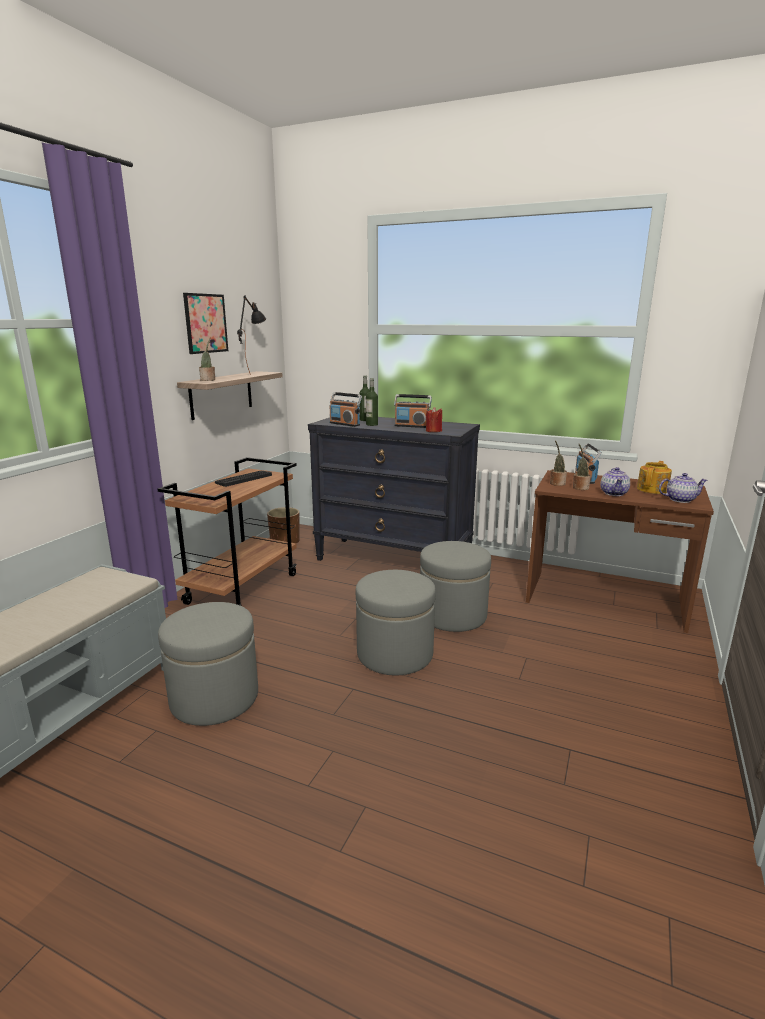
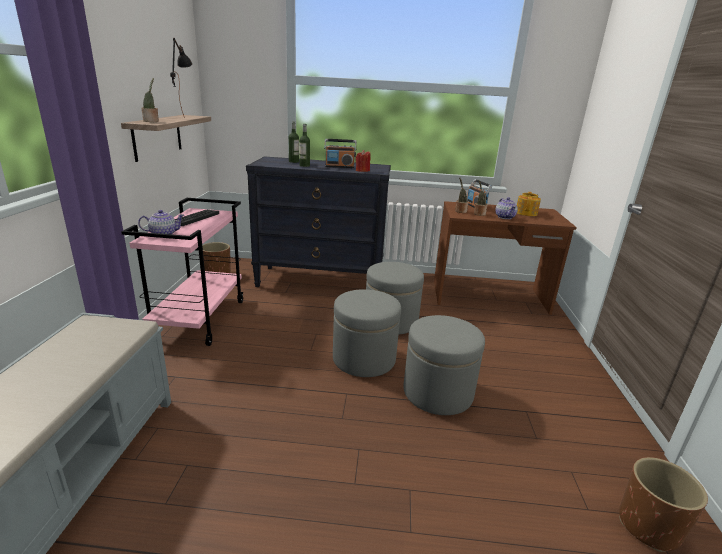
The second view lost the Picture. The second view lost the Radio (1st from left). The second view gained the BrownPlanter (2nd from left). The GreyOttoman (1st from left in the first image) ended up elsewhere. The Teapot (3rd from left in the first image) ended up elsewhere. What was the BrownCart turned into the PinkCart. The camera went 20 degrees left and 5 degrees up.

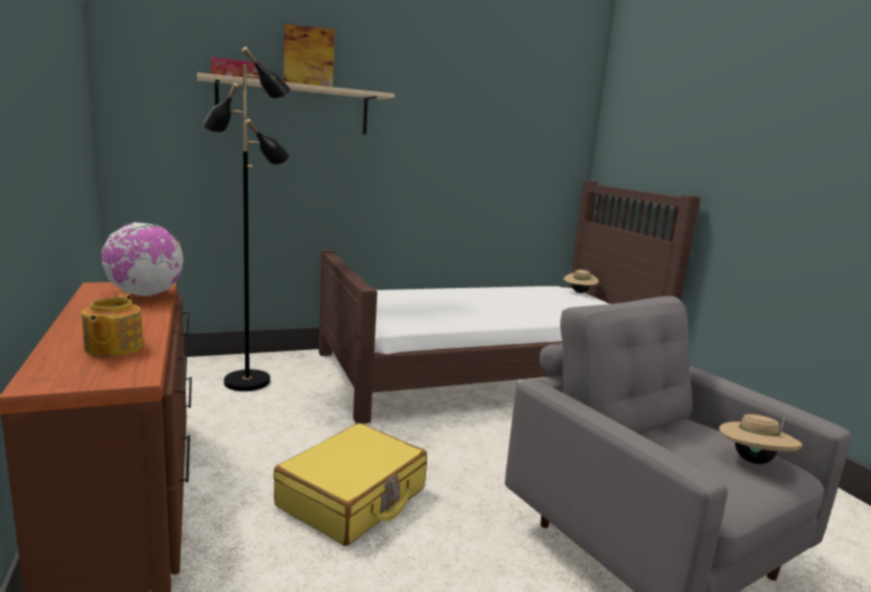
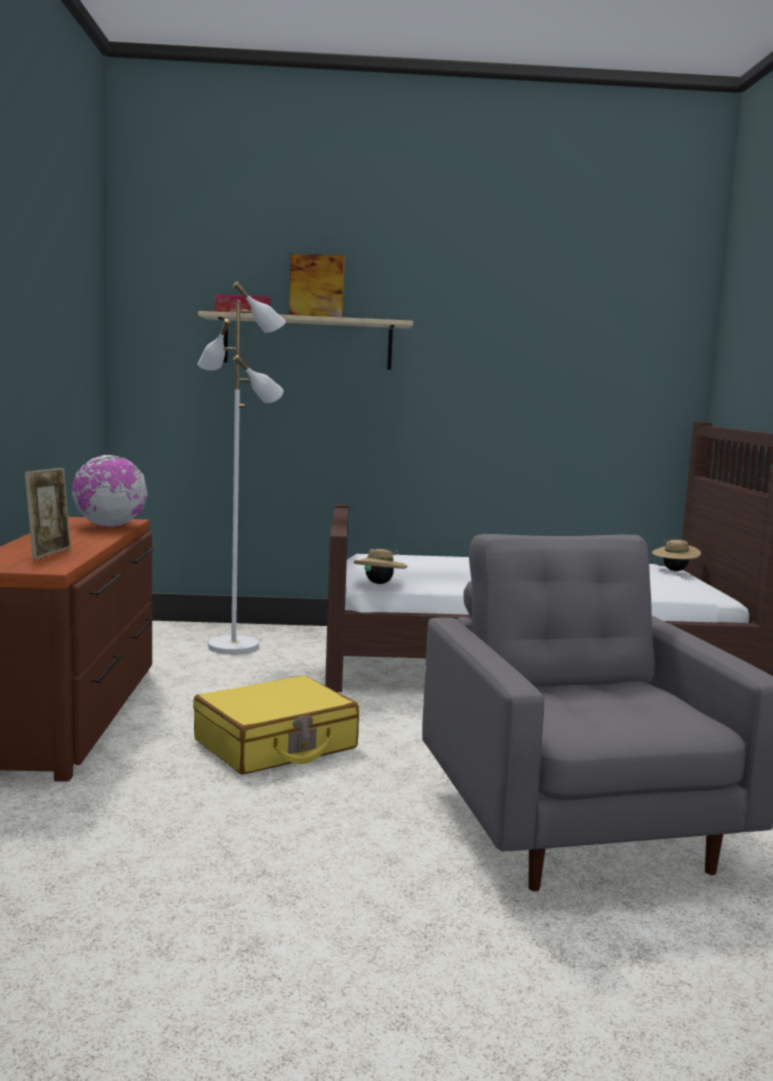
The BeigeHat (2nd from left in the first image) ended up elsewhere. Where the Teapot stood, the PictureFrame (1st from left) came to stand. What was the BlackFloorLamp turned into the WhiteFloorLamp. The camera went 20 degrees right and 5 degrees down.

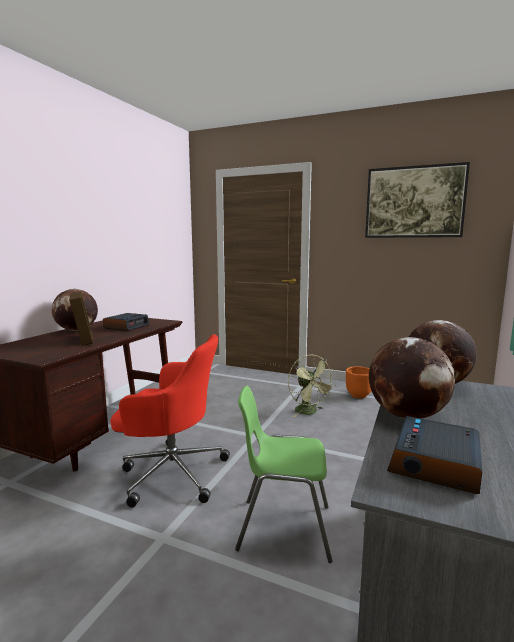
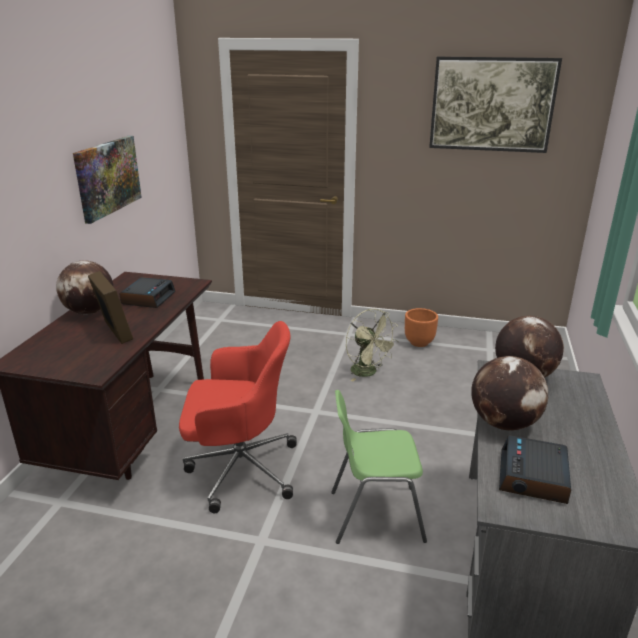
The second view gained the Picture (1st from left). The camera went 10 degrees left and 15 degrees up.

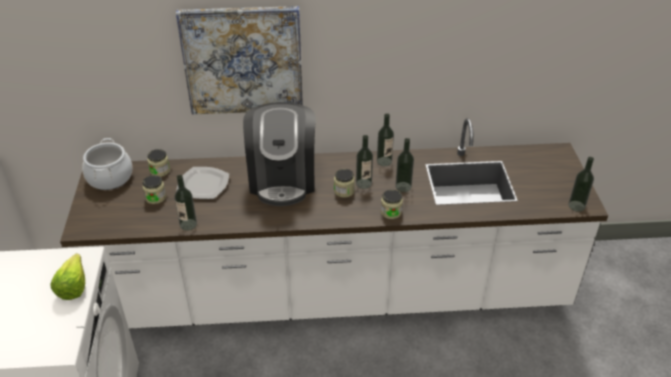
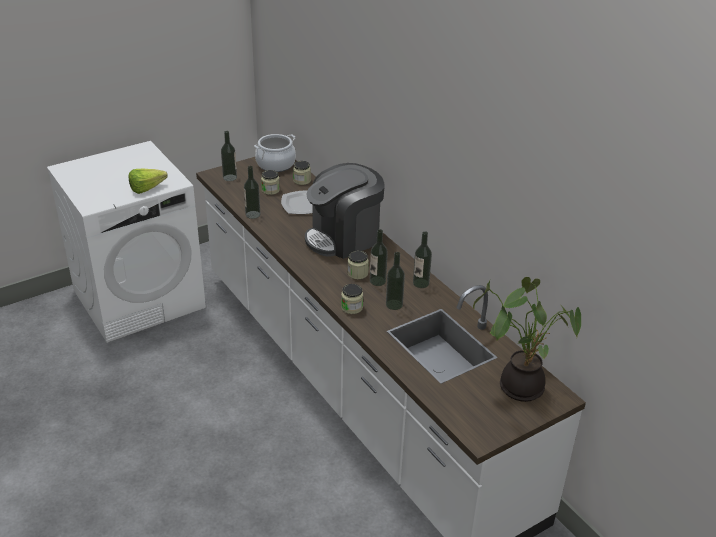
The second view lost the Picture. The second view gained the PottedPlant. The Bottle (5th from left in the first image) ended up elsewhere. The camera went 60 degrees right and 5 degrees down.

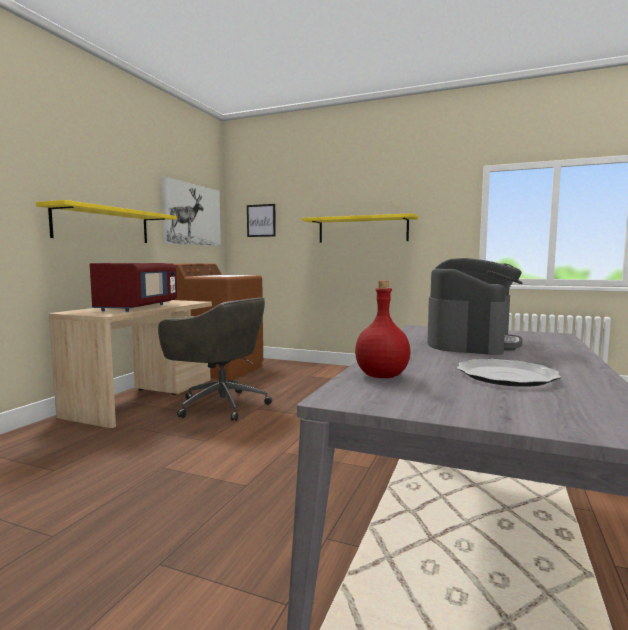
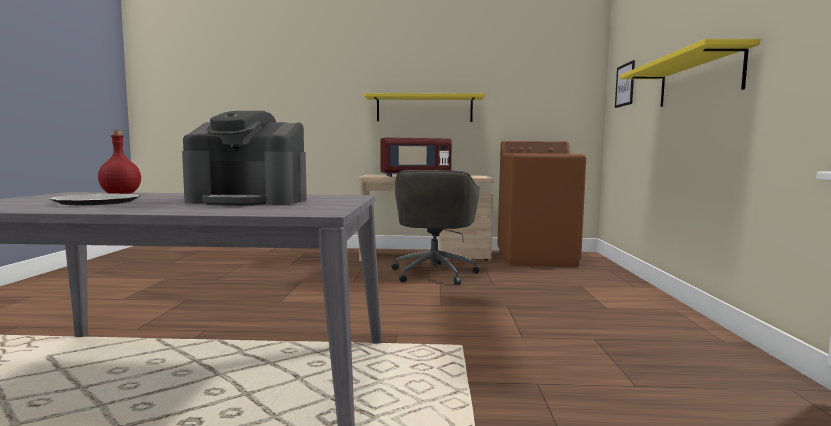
The second view lost the Picture (1st from left). The camera went 70 degrees right and 0 degrees up.

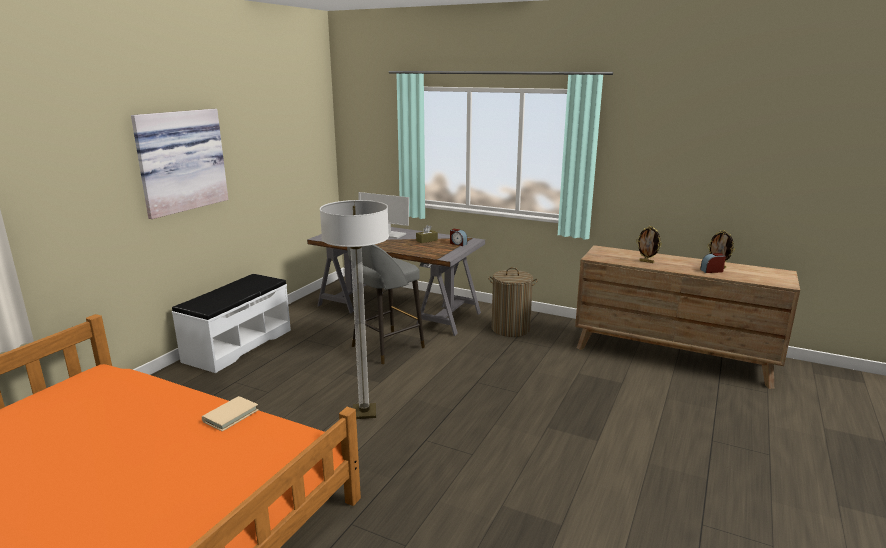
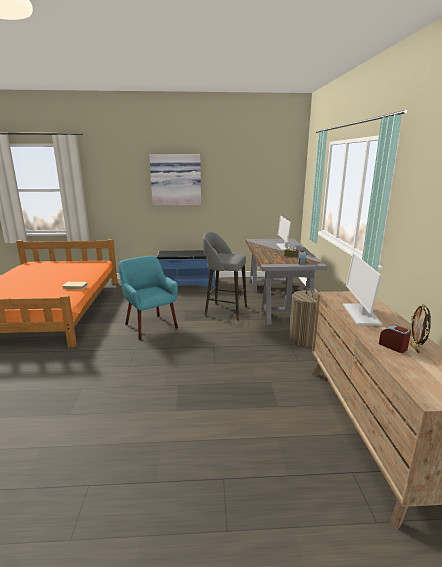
Where the FloorLamp stood, the TurquoiseArmchair came to stand. Where the PictureFrame (1st from left) stood, the Monitor (2nd from left) came to stand. What was the WhiteBench turned into the BlueBench. The camera went 60 degrees right and 0 degrees up.

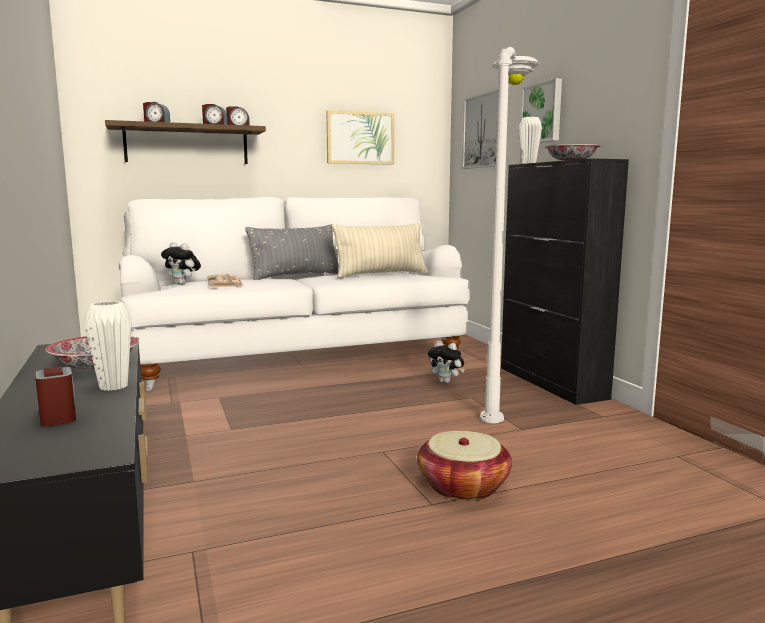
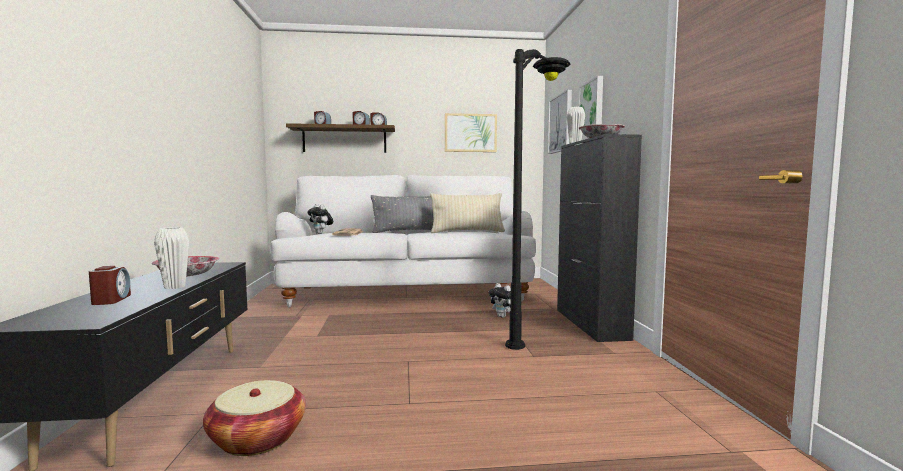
The Basket ended up elsewhere. What was the WhiteFloorLamp turned into the BlackFloorLamp. The camera went 15 degrees right and 5 degrees down.

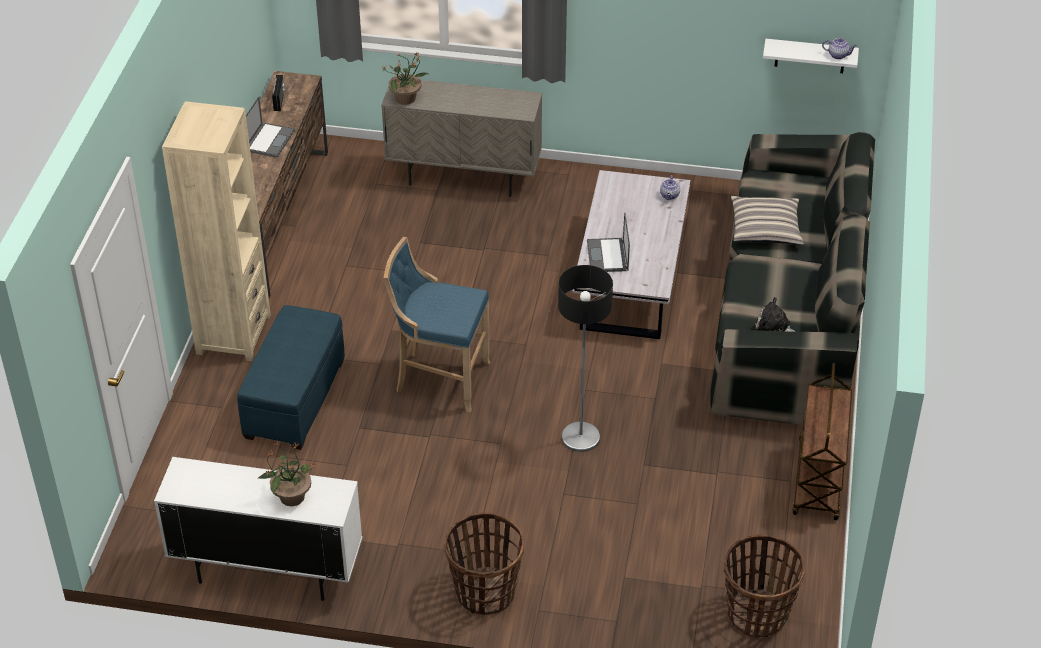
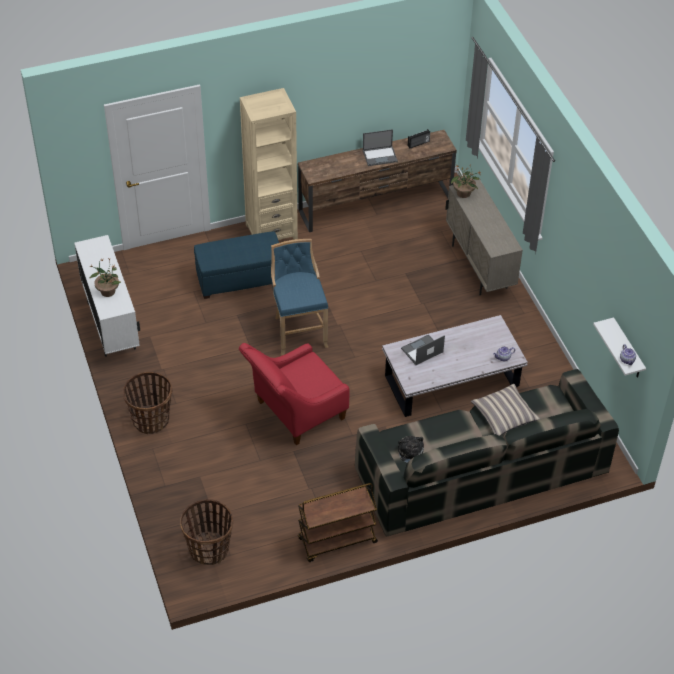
Where the FloorLamp stood, the RedArmchair came to stand. The camera went 60 degrees right and 5 degrees up.

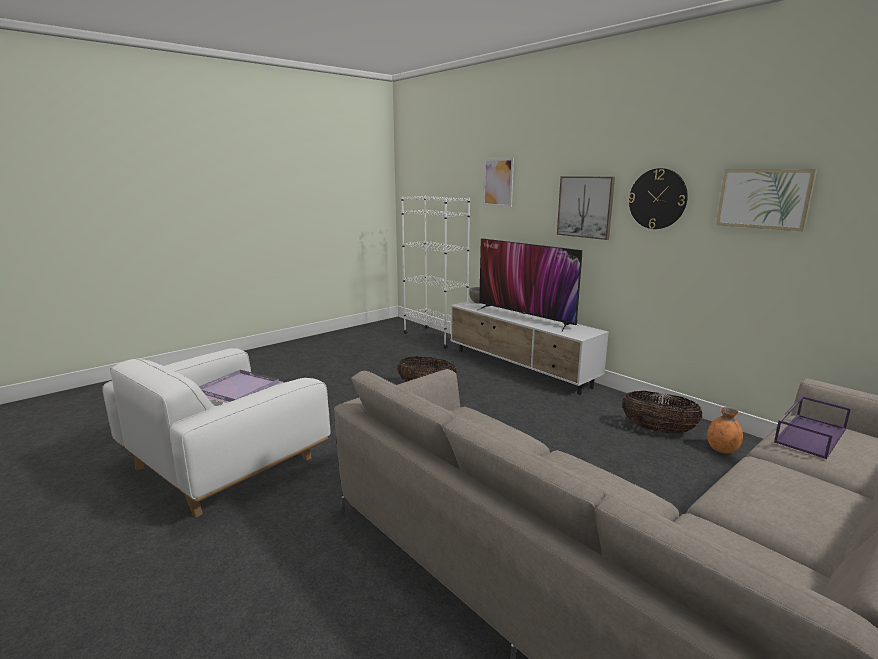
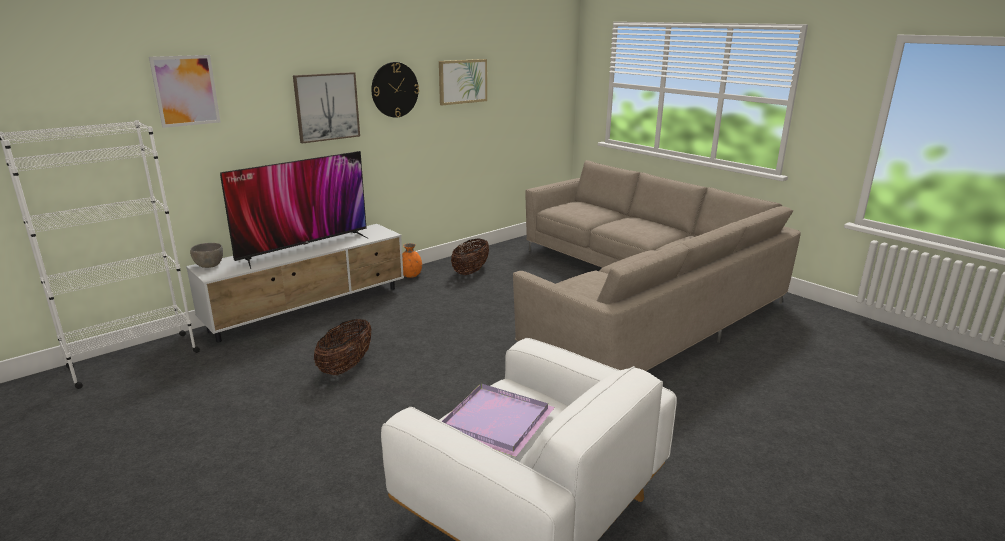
The second view lost the PurpleTray (2nd from left). The OrangeVase ended up elsewhere. The camera went 90 degrees left and 5 degrees up.

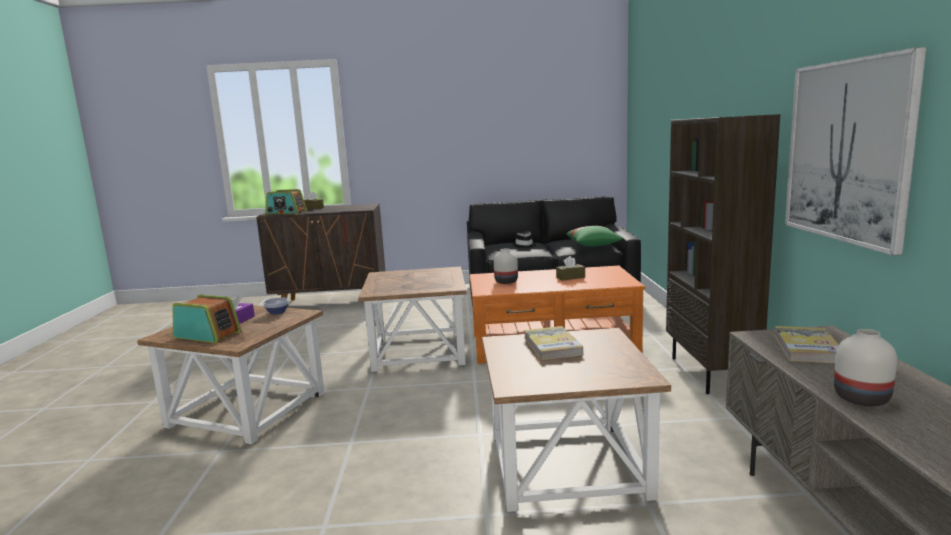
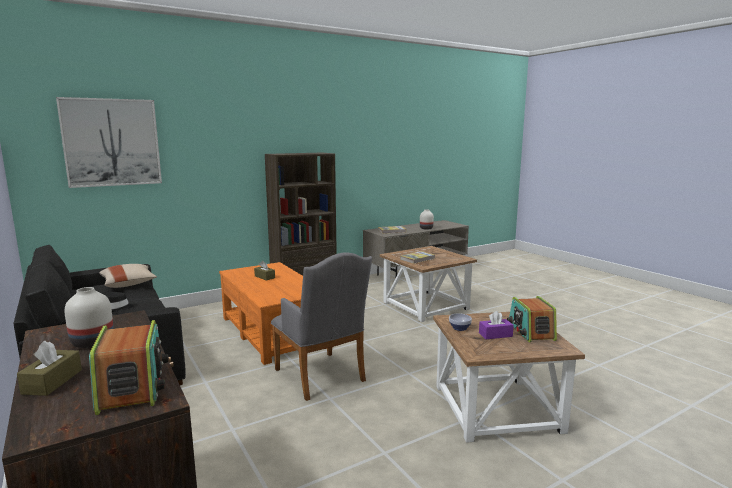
The WhiteVase (1st from left) ended up elsewhere. The Picture ended up elsewhere. Where the BrownSideTable (2nd from left) stood, the GreyArmchair came to stand. What was the GreenPillow turned into the BeigePillow. The camera went 120 degrees left and 0 degrees up.

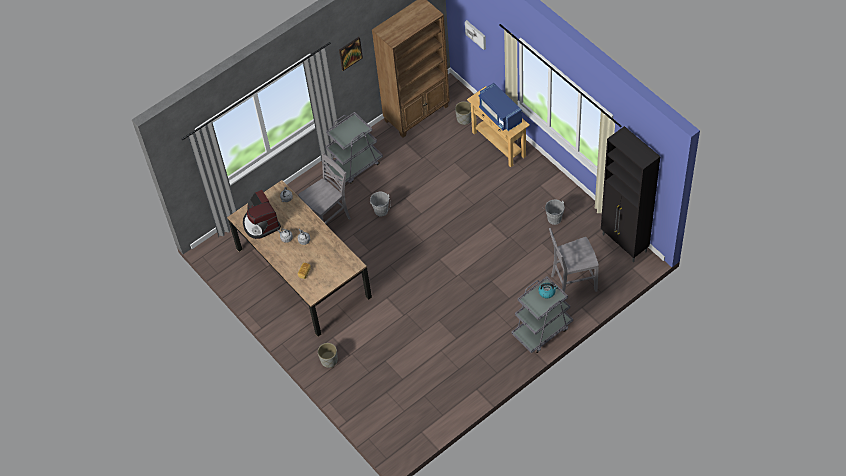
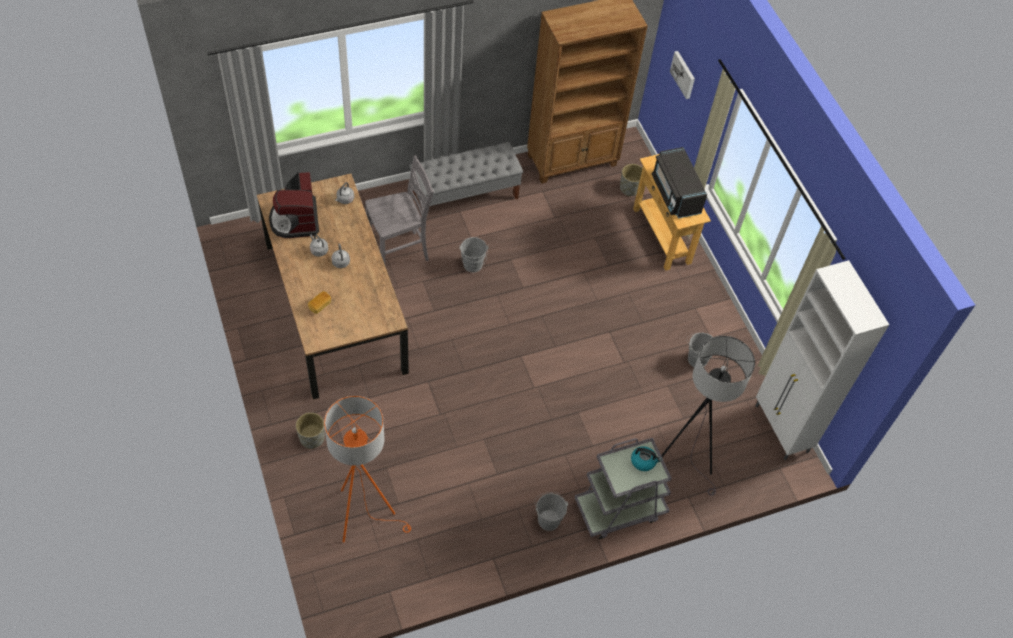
The second view lost the Picture (1st from left). The second view gained the OrangeFloorLamp. The second view gained the GreyBucket (2nd from left). Where the GreyCart (1st from left) stood, the GreyBench came to stand. Where the GreyChair (2nd from left) stood, the GreyFloorLamp came to stand. What was the BlueMicrowave turned into the BlackMicrowave. What was the BlackCabinet turned into the WhiteCabinet. The camera went 10 degrees right and 0 degrees up.

